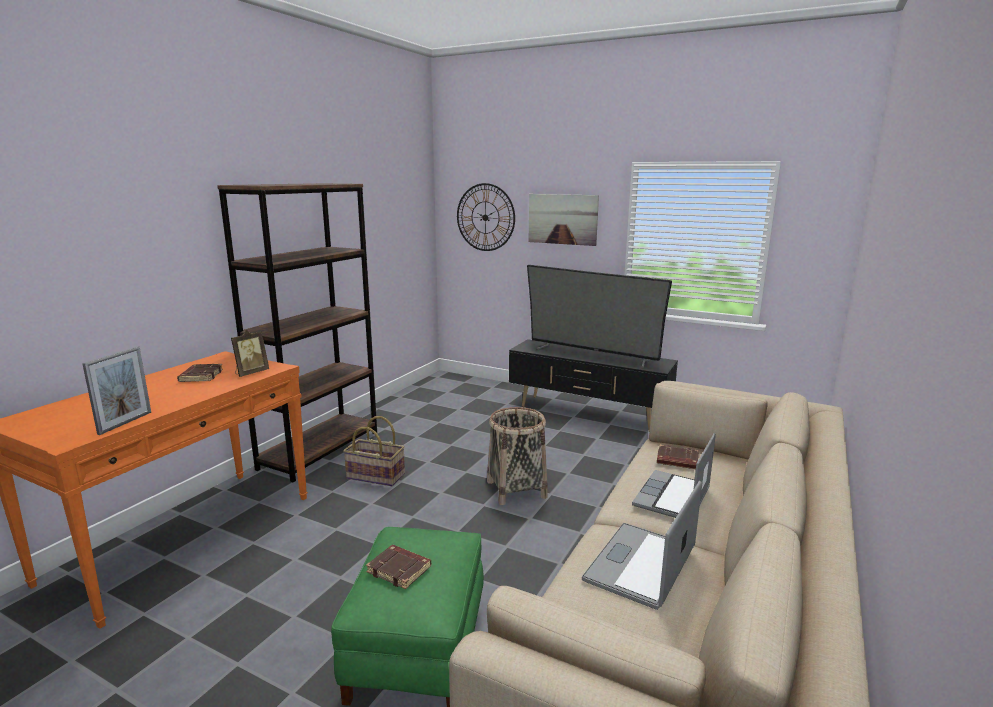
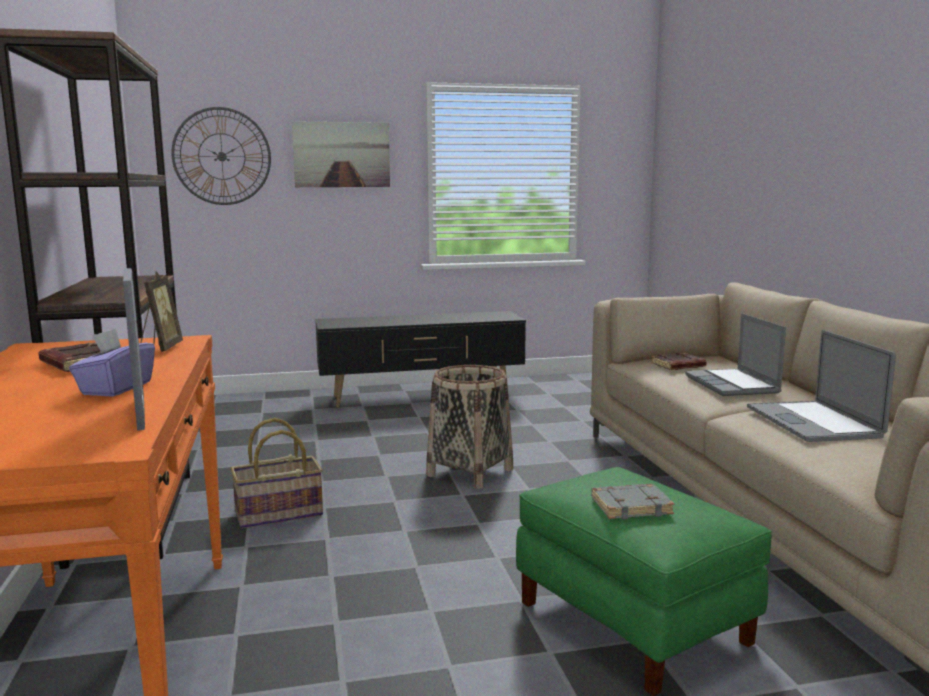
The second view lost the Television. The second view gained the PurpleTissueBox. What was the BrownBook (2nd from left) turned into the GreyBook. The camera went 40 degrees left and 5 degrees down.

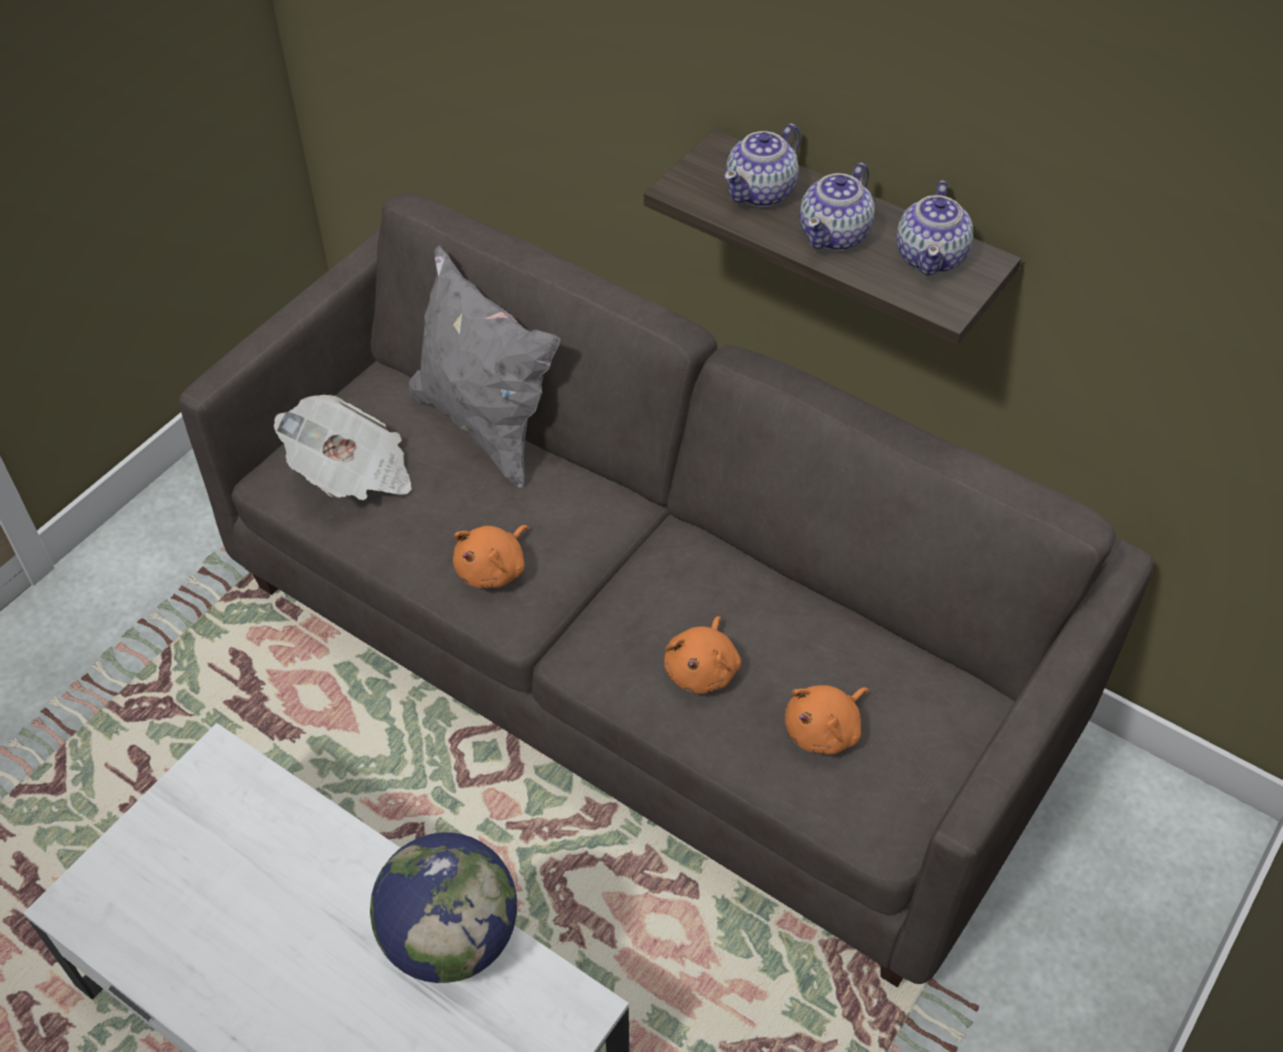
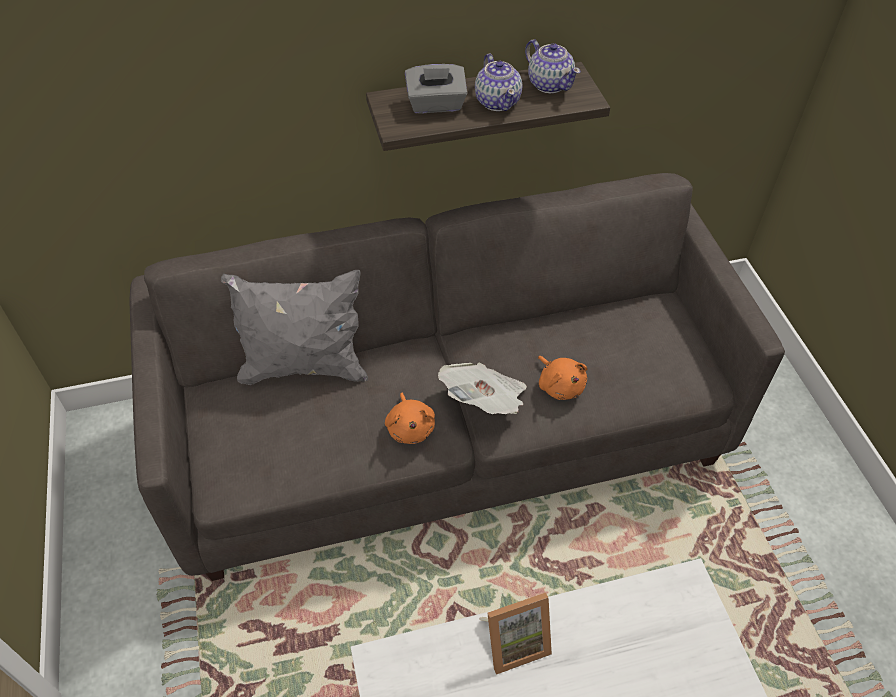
The second view lost the Globe. The second view lost the OrangePlushToy (3rd from left). The second view gained the PictureFrame. The Newspaper ended up elsewhere. Where the Teapot (1st from left) stood, the GreyTissueBox came to stand. The camera went 50 degrees left and 0 degrees up.

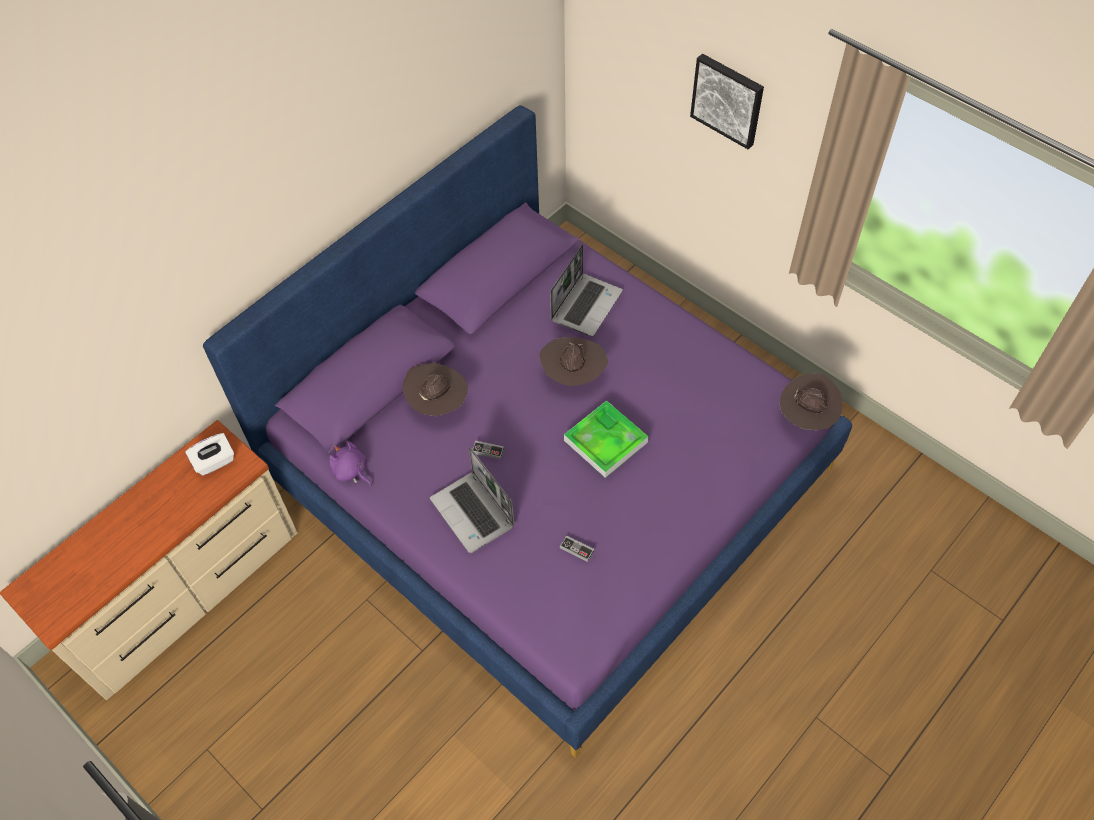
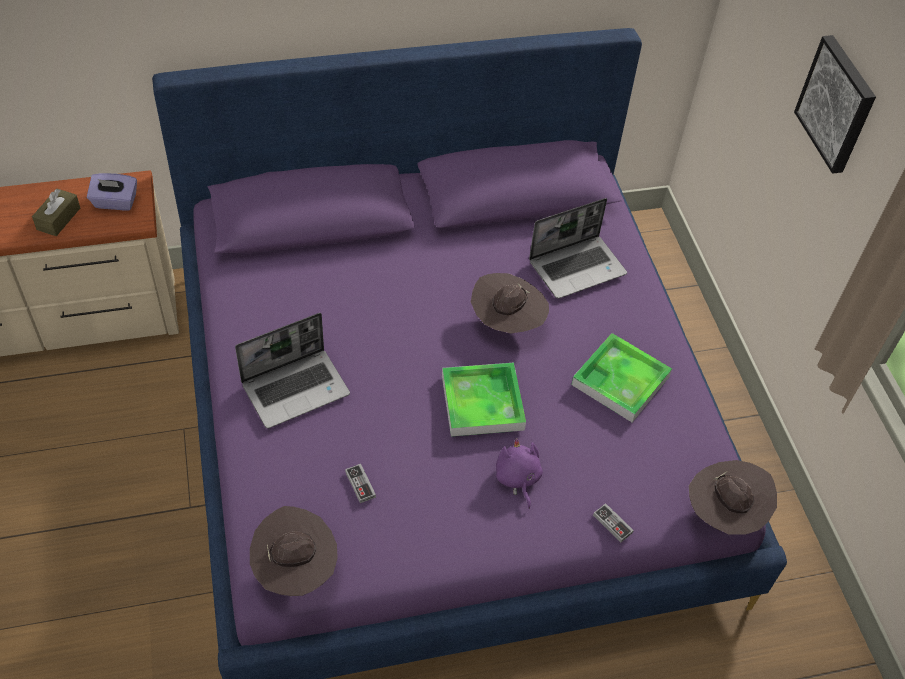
The second view gained the BrownTissueBox. The second view gained the Tray (2nd from left). The PurplePlushToy ended up elsewhere. The BrownHat (1st from left) ended up elsewhere. The GameController (1st from left in the first image) ended up elsewhere. What was the WhiteTissueBox turned into the PurpleTissueBox. The Laptop (1st from left) ended up facing another way, 120 degrees counterclockwise from before. The camera went 30 degrees right and 5 degrees down.

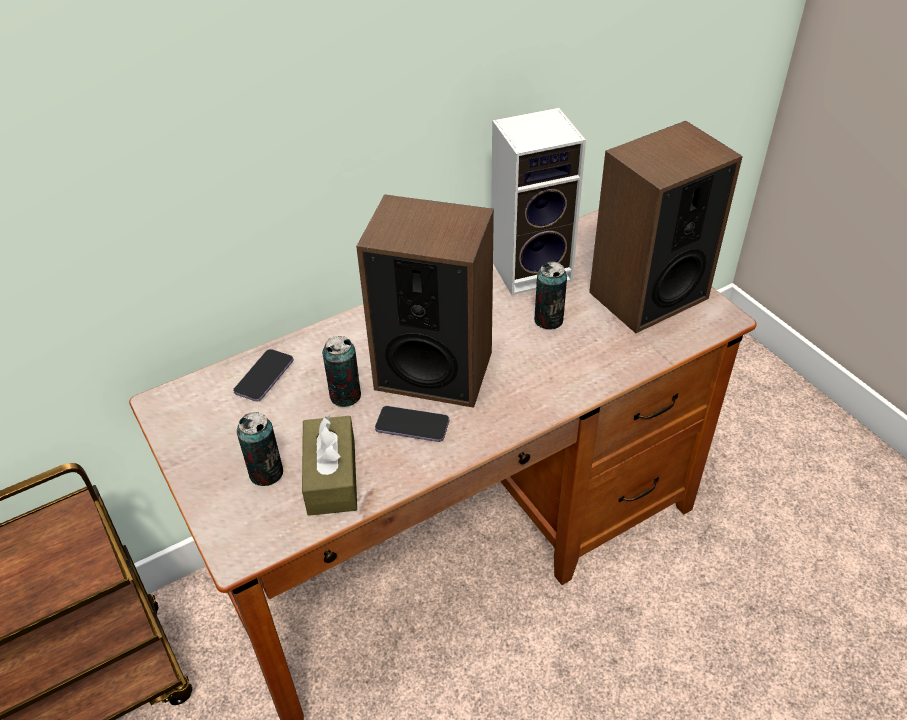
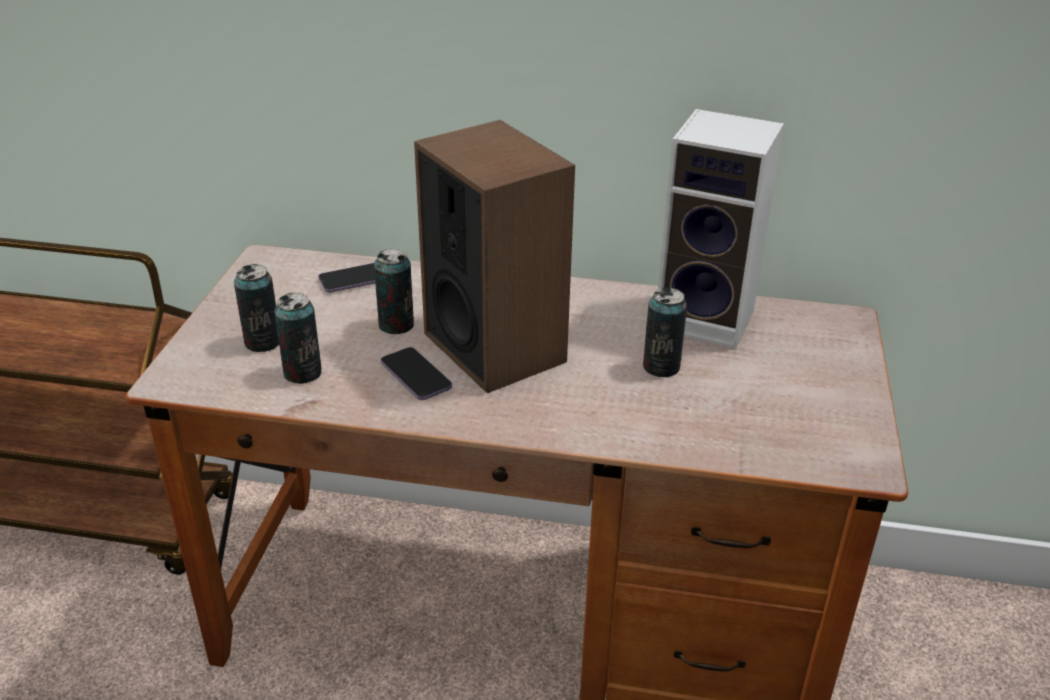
The second view lost the Speaker (3rd from left). Where the BrownTissueBox stood, the Can (2nd from left) came to stand. The camera went 40 degrees right and 10 degrees down.

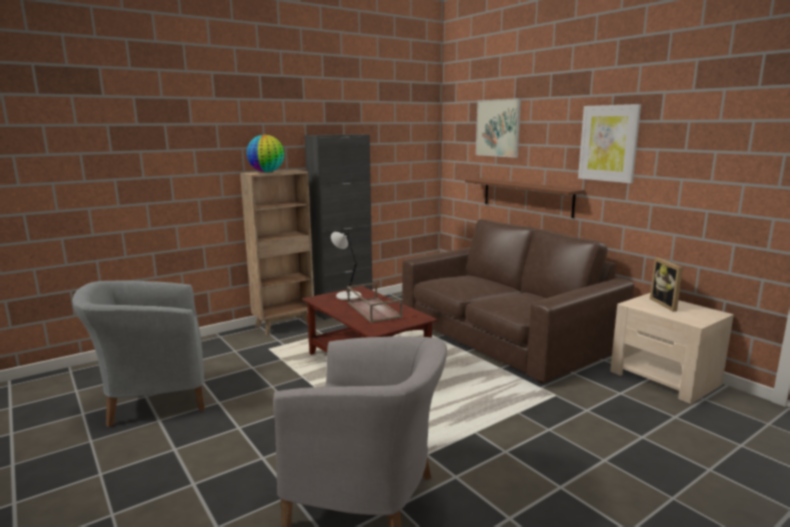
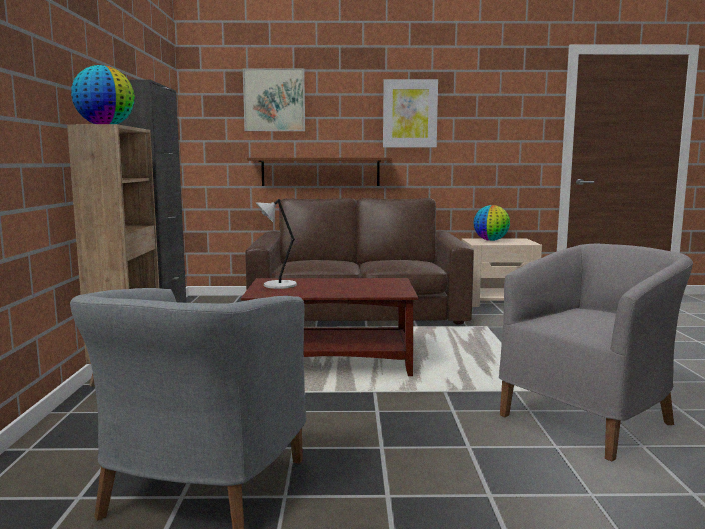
The second view lost the BrownTray. Where the PictureFrame stood, the Globe (2nd from left) came to stand. The camera went 55 degrees left and 5 degrees down.

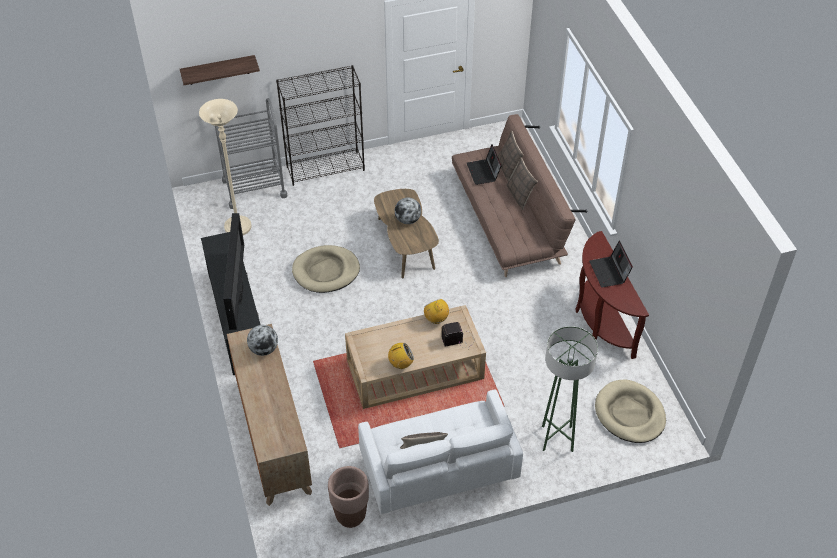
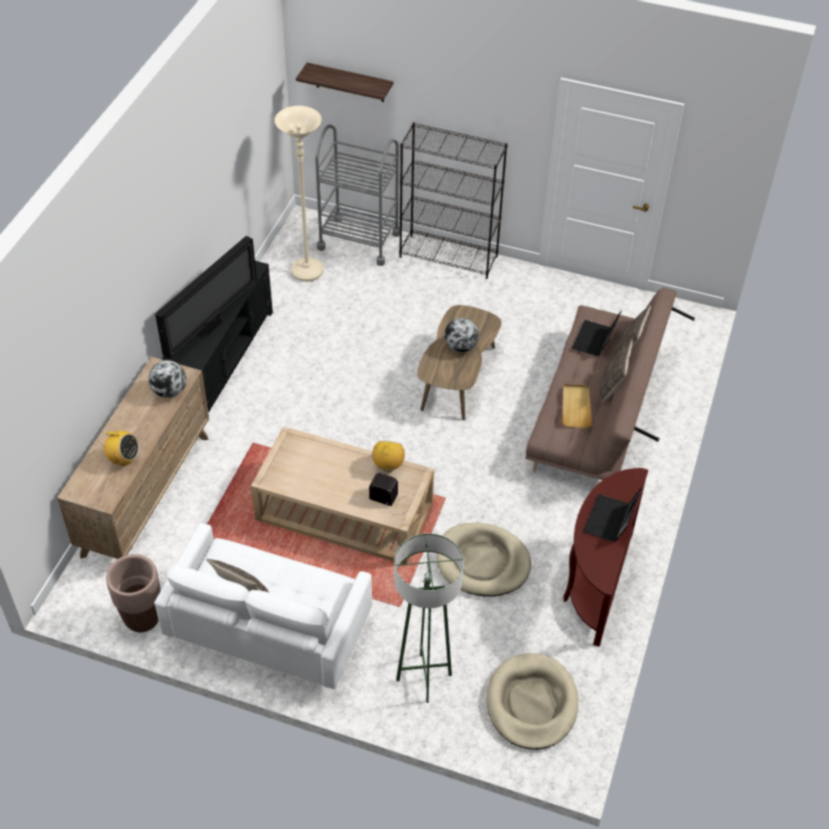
The second view gained the BeigeTray. The BeigeDogBed (1st from left) ended up elsewhere. The Radio (1st from left) ended up elsewhere. The camera went 35 degrees right and 0 degrees up.

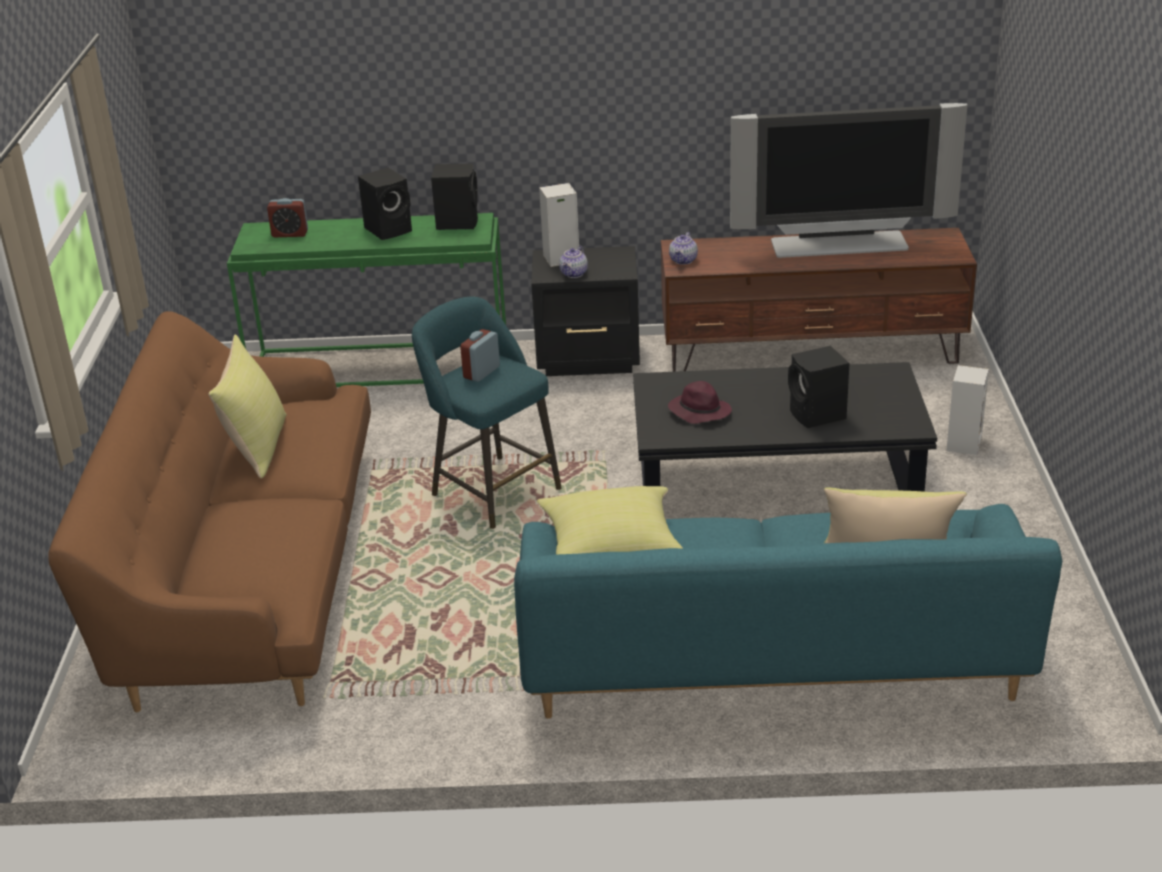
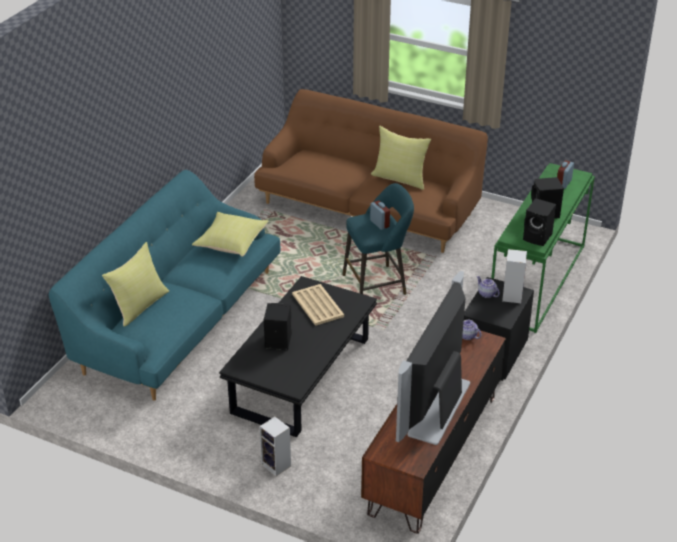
Where the PurpleHat stood, the BeigeTray came to stand. The camera went 115 degrees right and 5 degrees up.

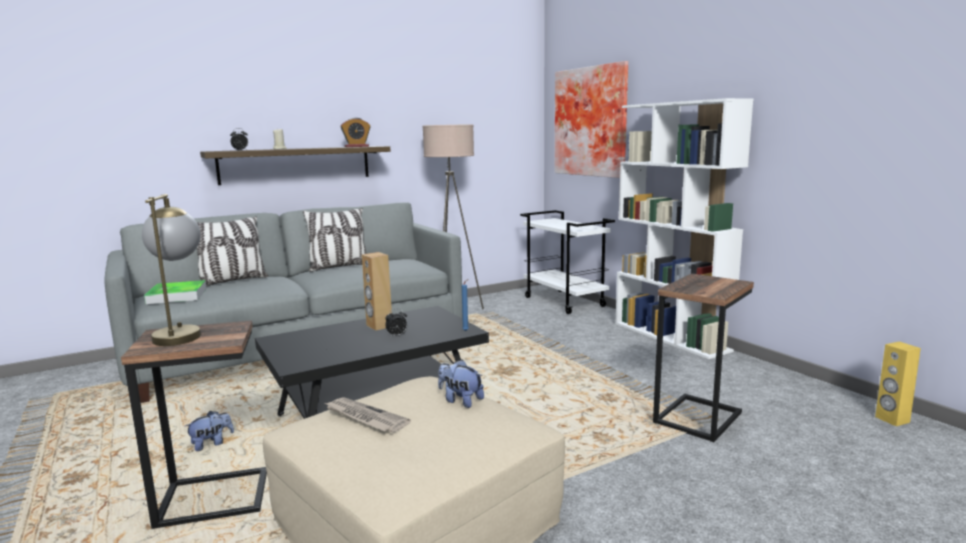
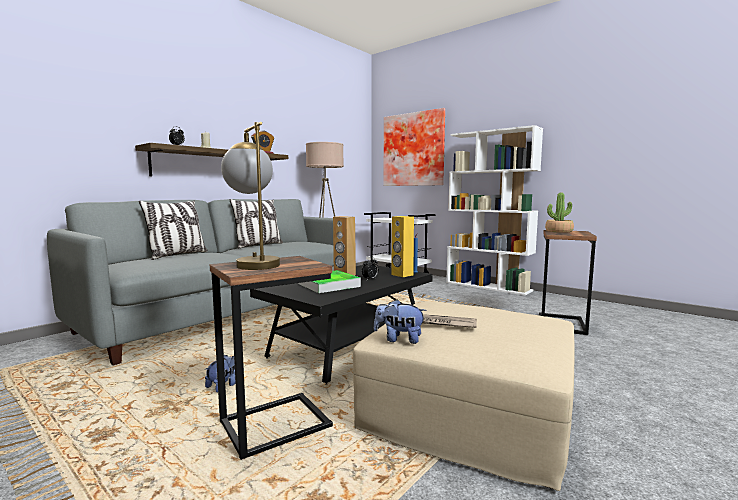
The second view gained the PottedPlant. The Tray ended up elsewhere. The PlushToy (2nd from left) ended up elsewhere. The YellowSpeaker ended up elsewhere. The camera went 20 degrees left and 5 degrees down.

